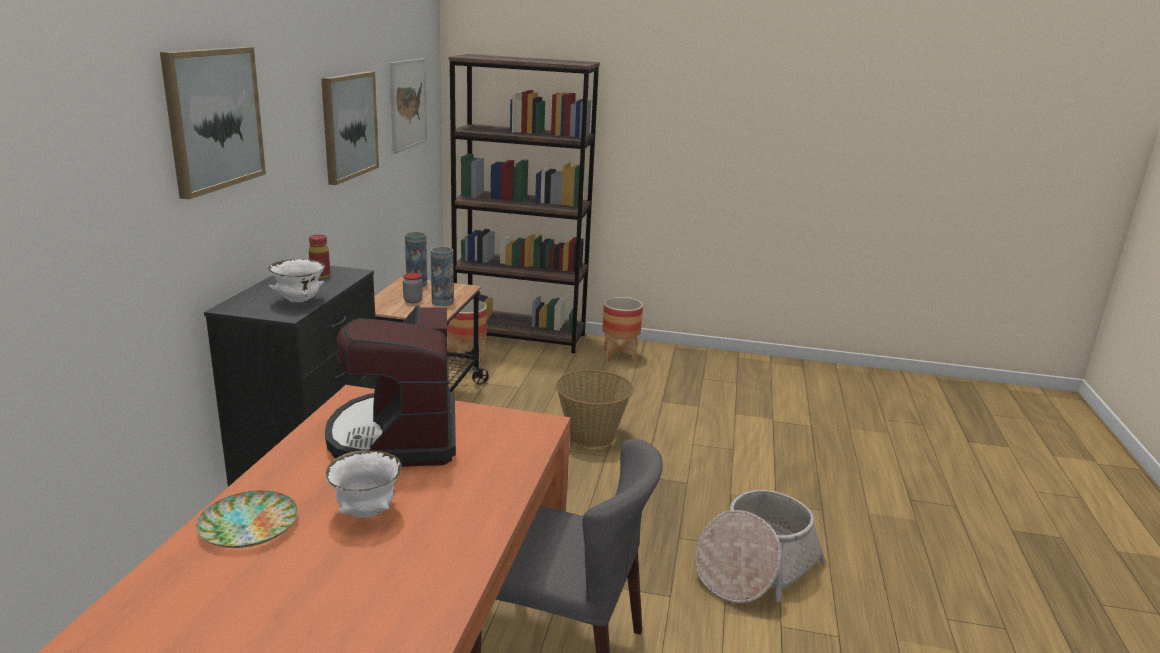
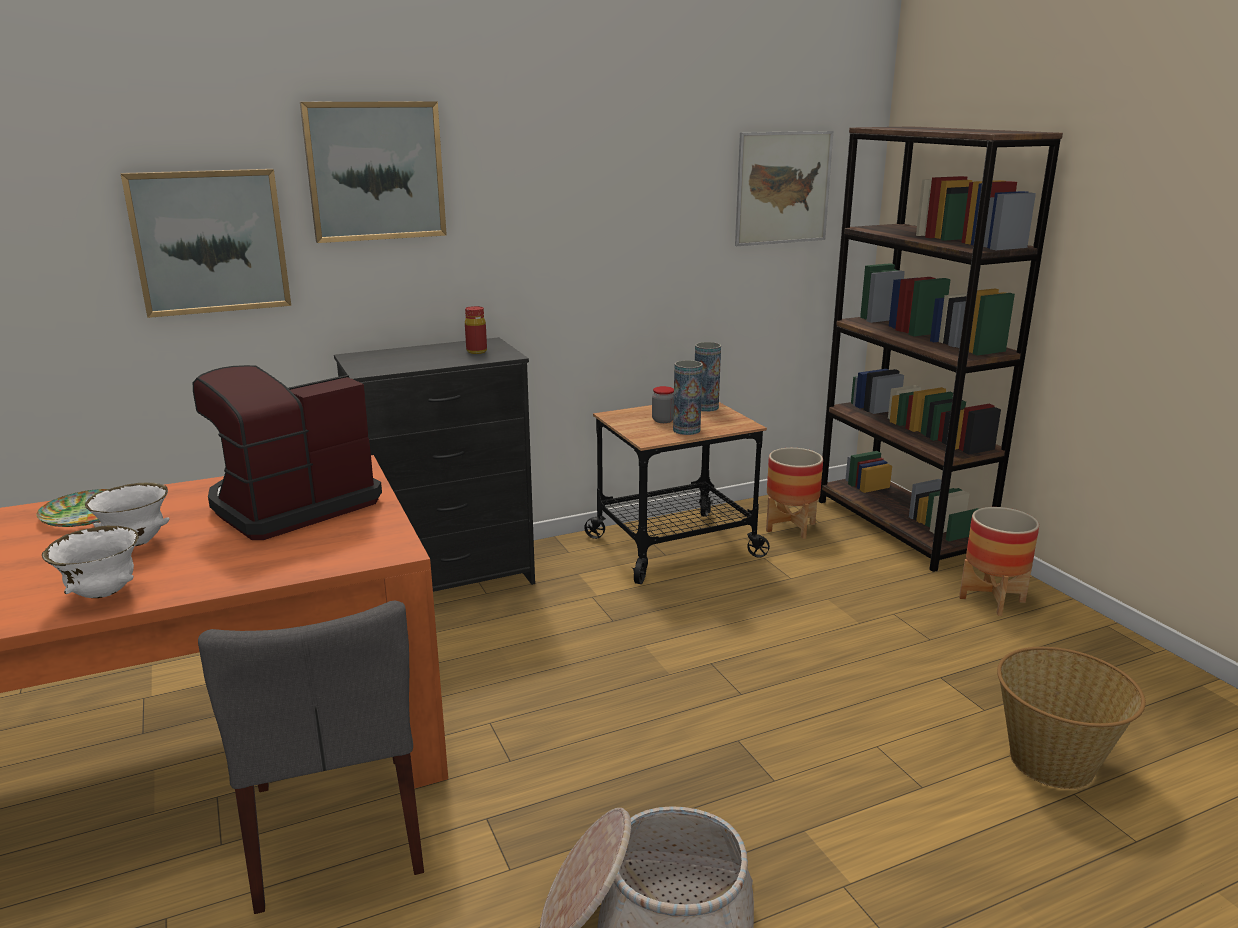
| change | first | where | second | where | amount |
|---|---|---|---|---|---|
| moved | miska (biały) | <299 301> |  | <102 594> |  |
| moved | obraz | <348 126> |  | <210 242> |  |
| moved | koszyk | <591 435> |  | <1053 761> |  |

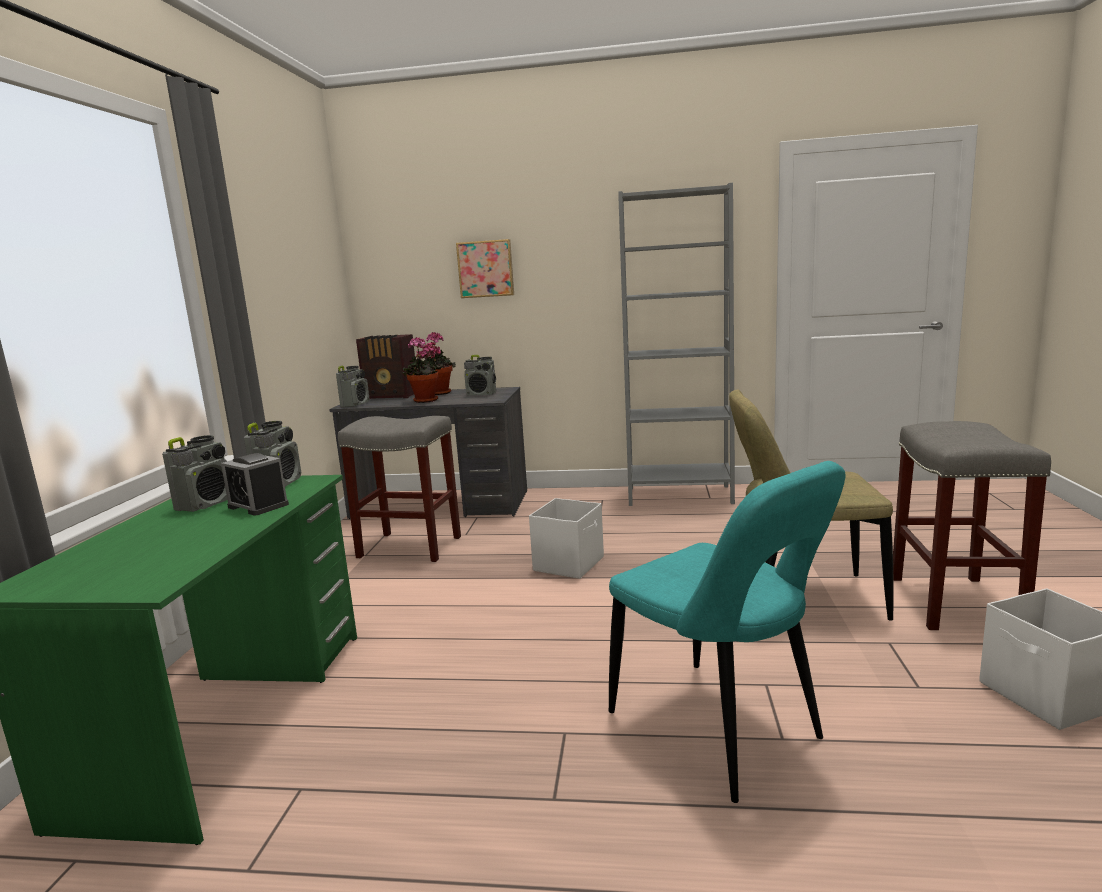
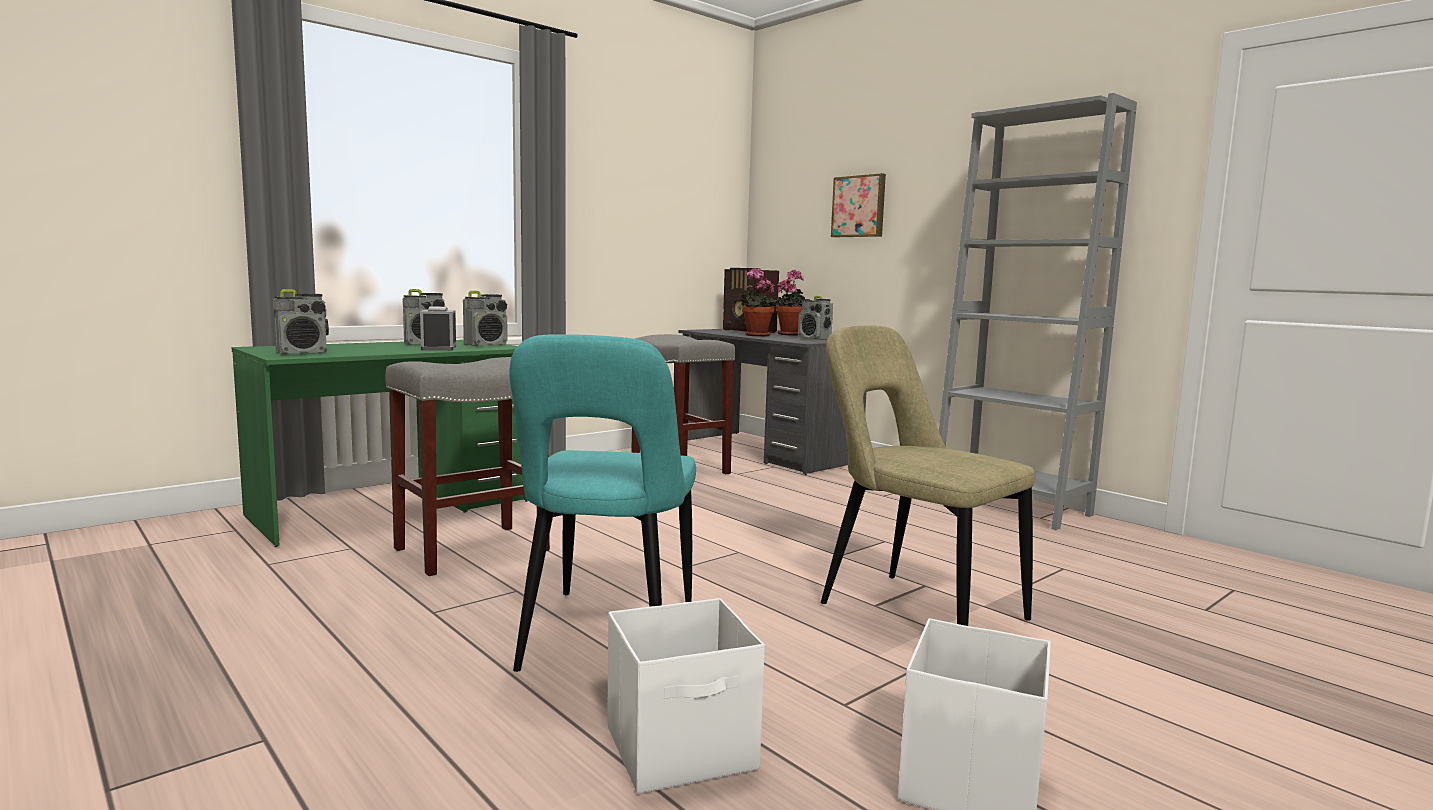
| change | first | where | second | where | amount |
|---|---|---|---|---|---|
| moved | radio | <355 404> |  | <303 353> |  |
| moved | stołek (szary) | <956 603> |  | <470 550> |  |
| moved | pojemnik do przechowywania (biały) | <569 564> |  | <683 749> |  |

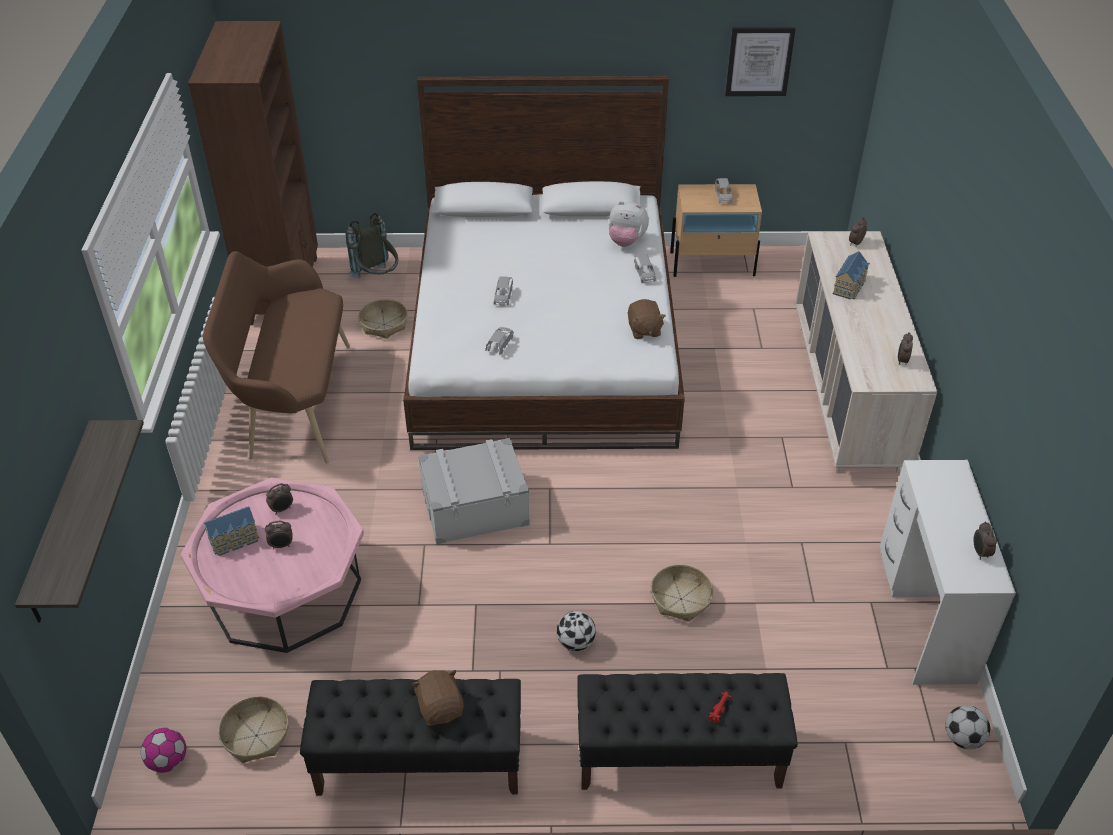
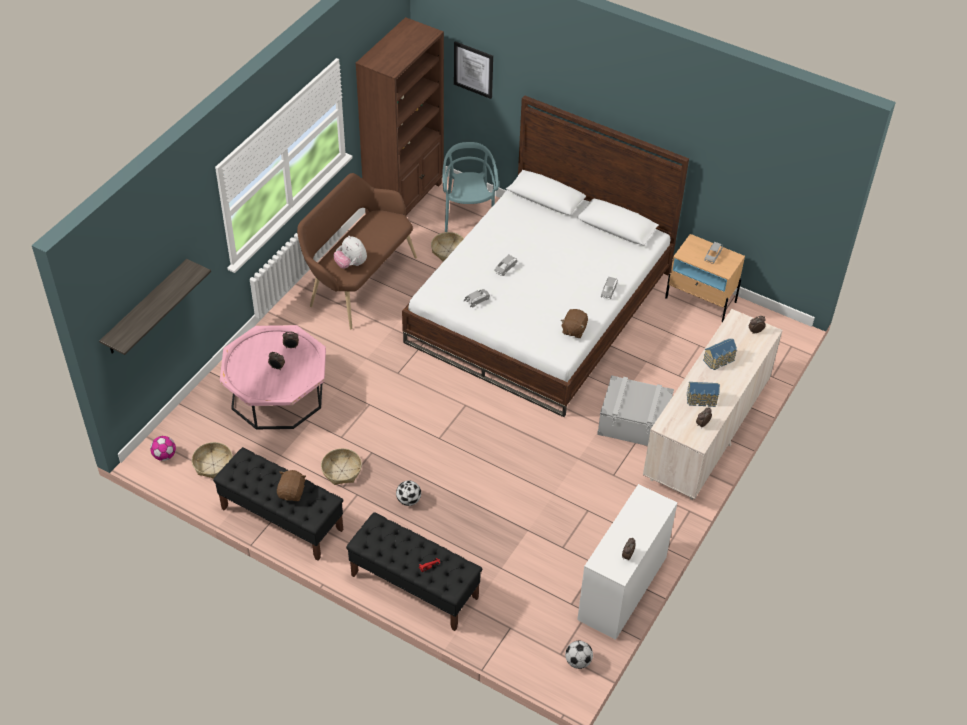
| change | first | where | second | where | amount |
|---|---|---|---|---|---|
| moved | koszyk | <680 599> |  | <341 471> |  |
| moved | pluszak | <626 241> |  | <351 264> |  |
| replaced | plecak (szary) | <378 278> | krzesło (turkusowy) | <468 215> |  |
| moved | obraz | <759 61> |  | <473 69> |  |
| moved | pojemnik do przechowywania (szary) | <475 507> |  | <634 422> |  |
| moved | domek | <235 540> |  | <702 400> |  |

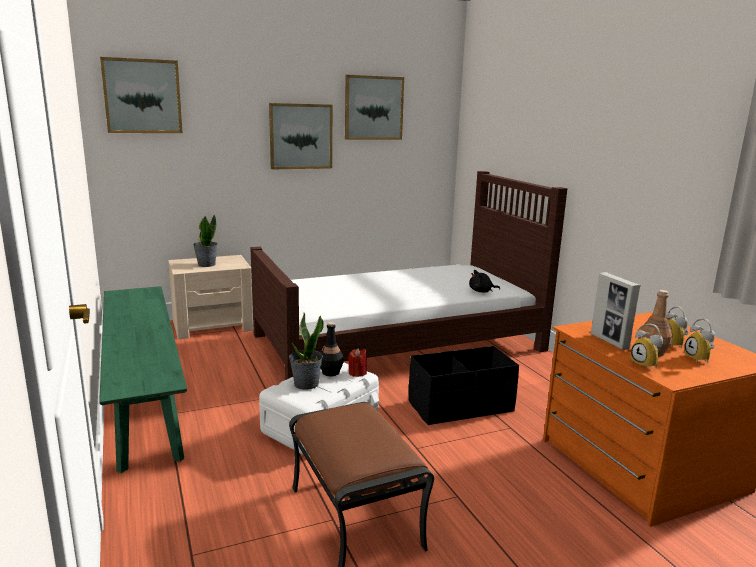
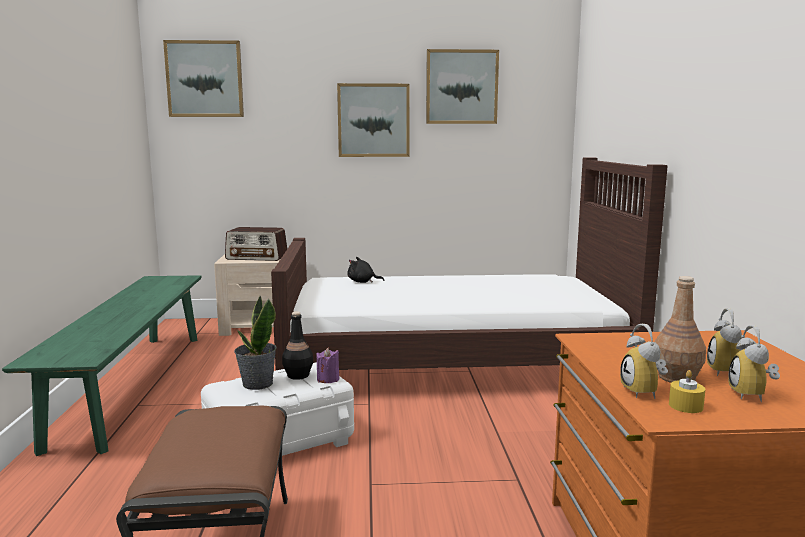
| change | first | where | second | where | amount |
|---|---|---|---|---|---|
| replaced | roślina doniczkowa | <206 264> | radio | <257 257> |  |
| recoloured | świeca (czerwony) | <357 373> | świeca (fioletowy) | <328 379> |  |
| moved | pluszak (czarny) | <482 291> |  | <362 282> |  |
| added |  |  | świeca (żółty) | <685 406> |  |
| removed | pojemnik do przechowywania (czarny) | <461 406> |  |  |  |
| removed | ramka na zdjęcie | <609 341> |  |  |  |

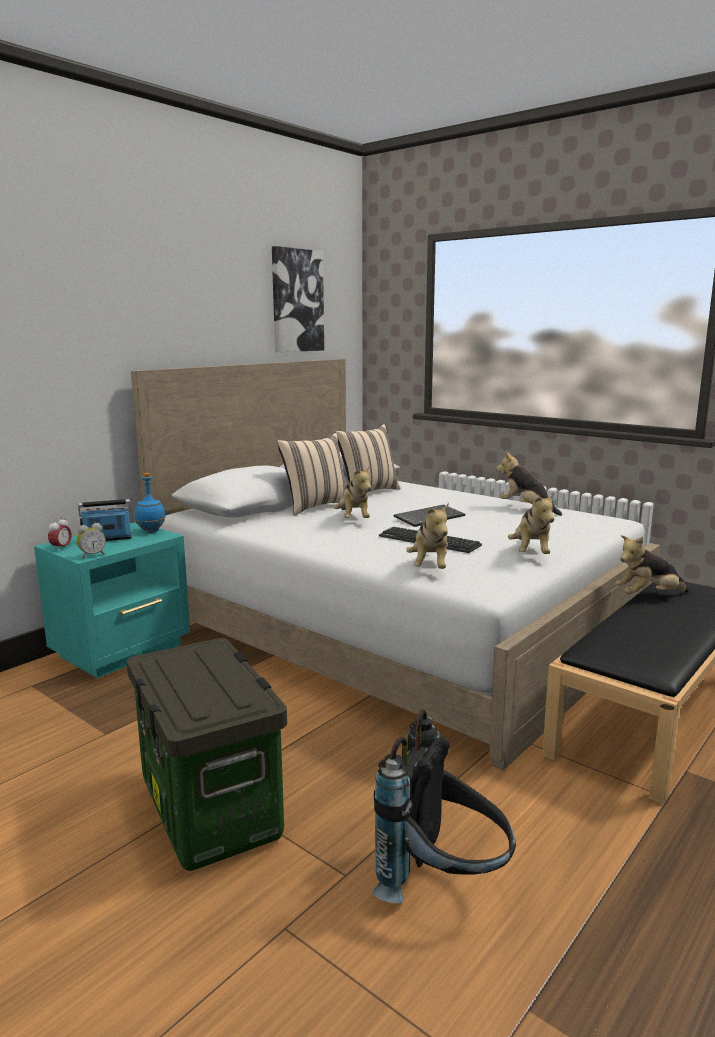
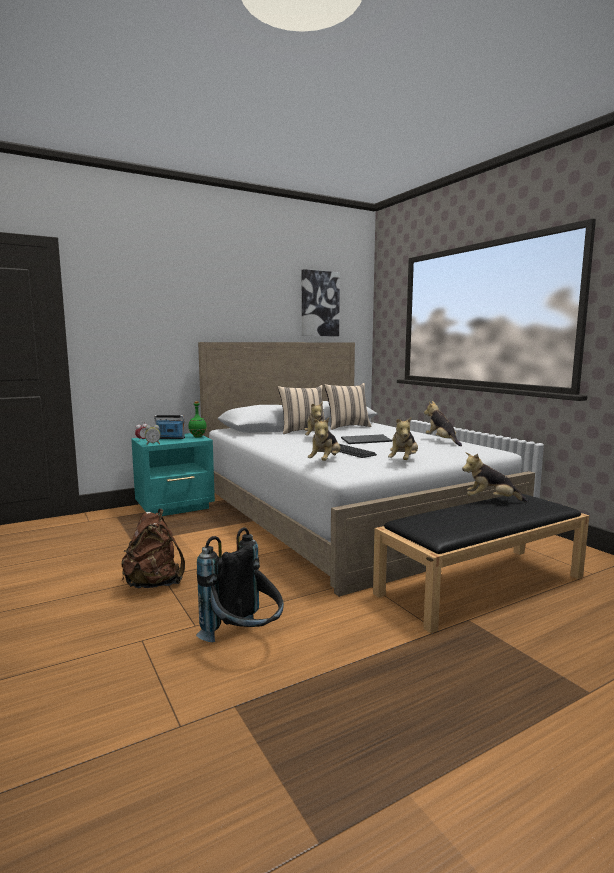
| change | first | where | second | where | amount |
|---|---|---|---|---|---|
| replaced | pojemnik do przechowywania | <212 810> | plecak (brązowy) | <154 584> |  |
| recoloured | butelka (niebieski) | <150 531> | butelka (zielony) | <197 437> |  |

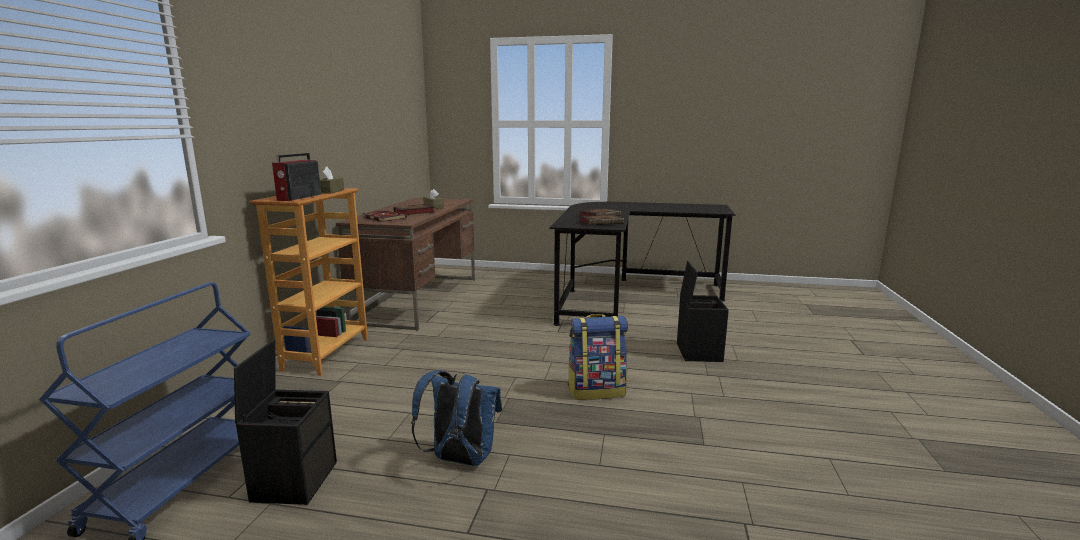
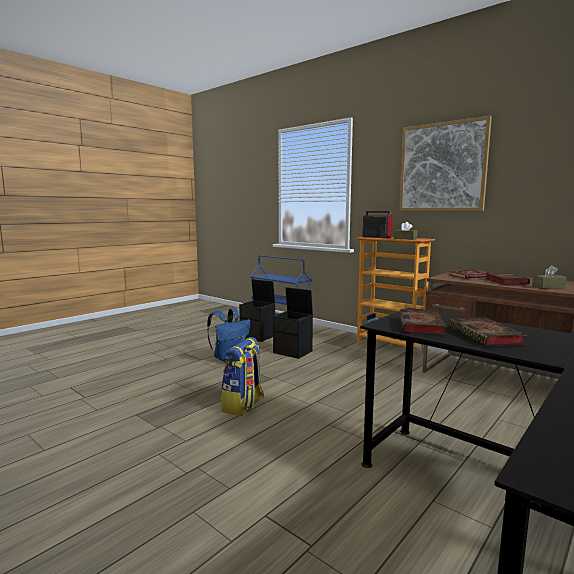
| change | first | where | second | where | amount |
|---|---|---|---|---|---|
| moved | pojemnik do przechowywania (czarny) | <698 352> |  | <293 352> |  |
| added |  |  | obraz | <442 167> |  |

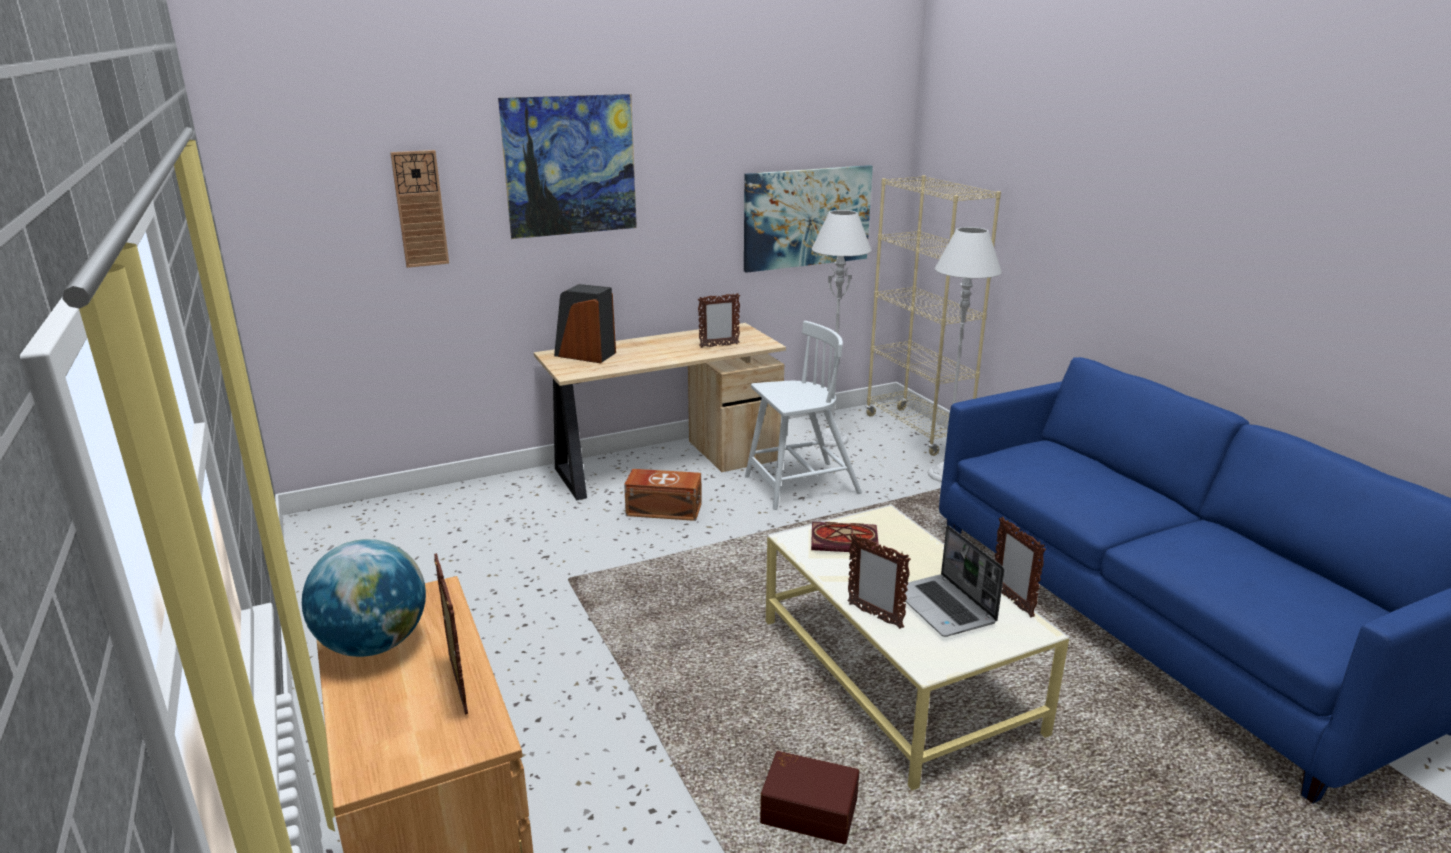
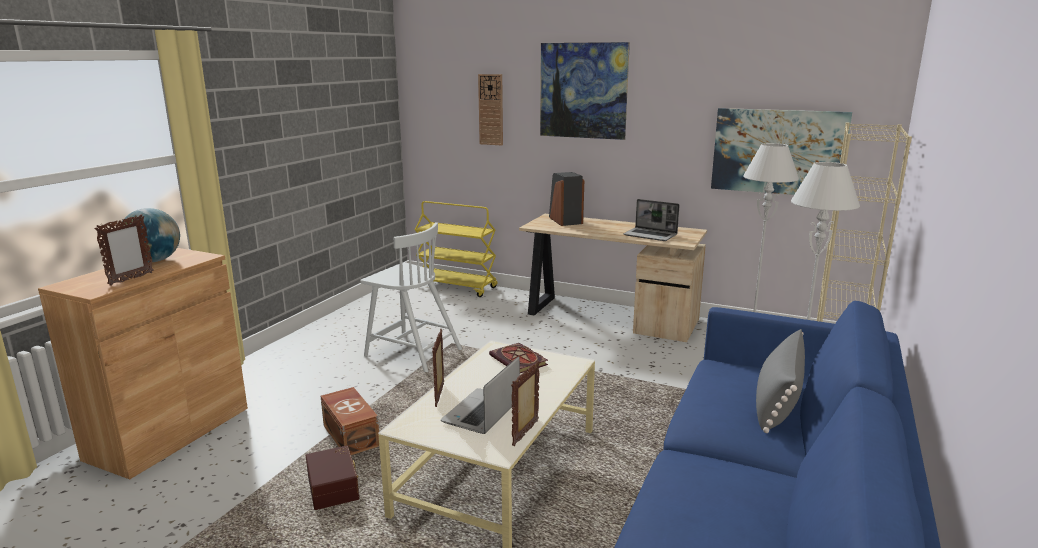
| change | first | where | second | where | amount |
|---|---|---|---|---|---|
| moved | pojemnik do przechowywania (brązowy) | <663 509> |  | <351 435> |  |
| moved | krzesło (biały) | <800 486> |  | <412 352> |  |
| added |  |  | wózek (żółty) | <457 287> |  |
| replaced | ramka na zdjęcie | <719 346> | laptop | <651 235> |  |
| added |  |  | poduszka (szary) | <777 402> |  |

